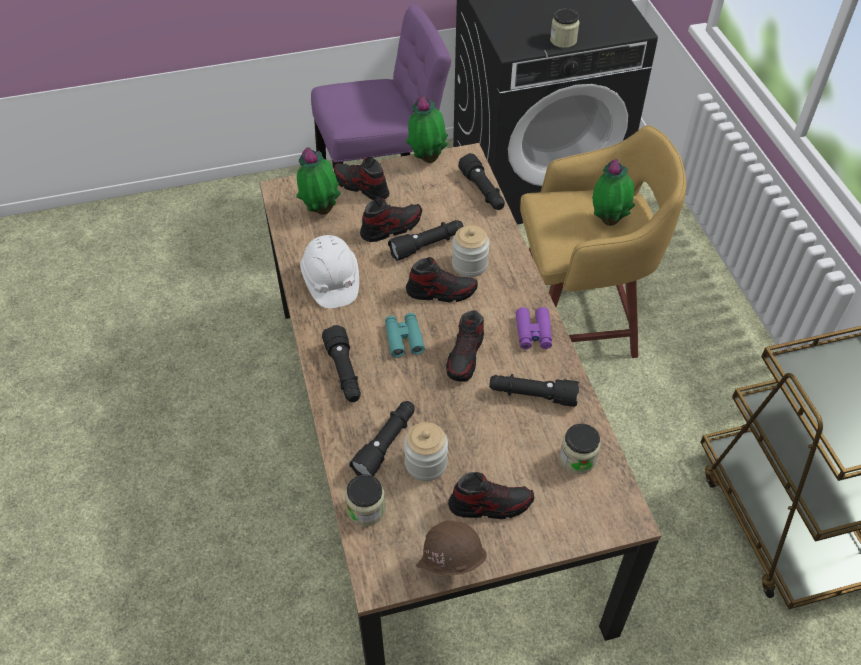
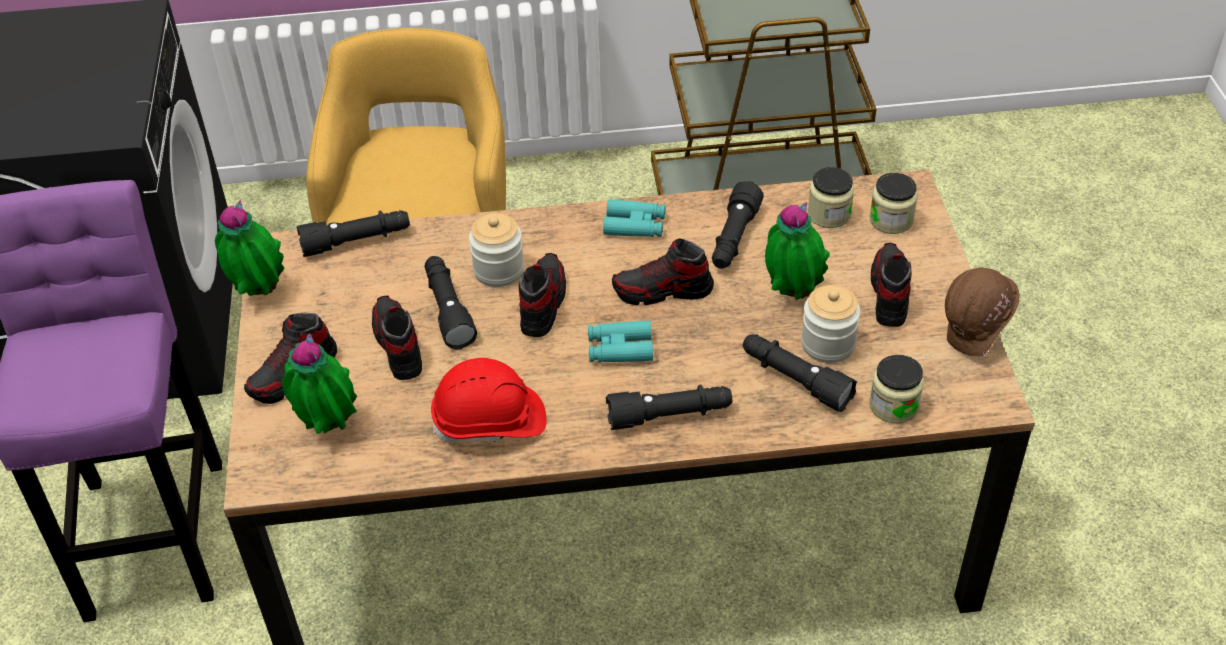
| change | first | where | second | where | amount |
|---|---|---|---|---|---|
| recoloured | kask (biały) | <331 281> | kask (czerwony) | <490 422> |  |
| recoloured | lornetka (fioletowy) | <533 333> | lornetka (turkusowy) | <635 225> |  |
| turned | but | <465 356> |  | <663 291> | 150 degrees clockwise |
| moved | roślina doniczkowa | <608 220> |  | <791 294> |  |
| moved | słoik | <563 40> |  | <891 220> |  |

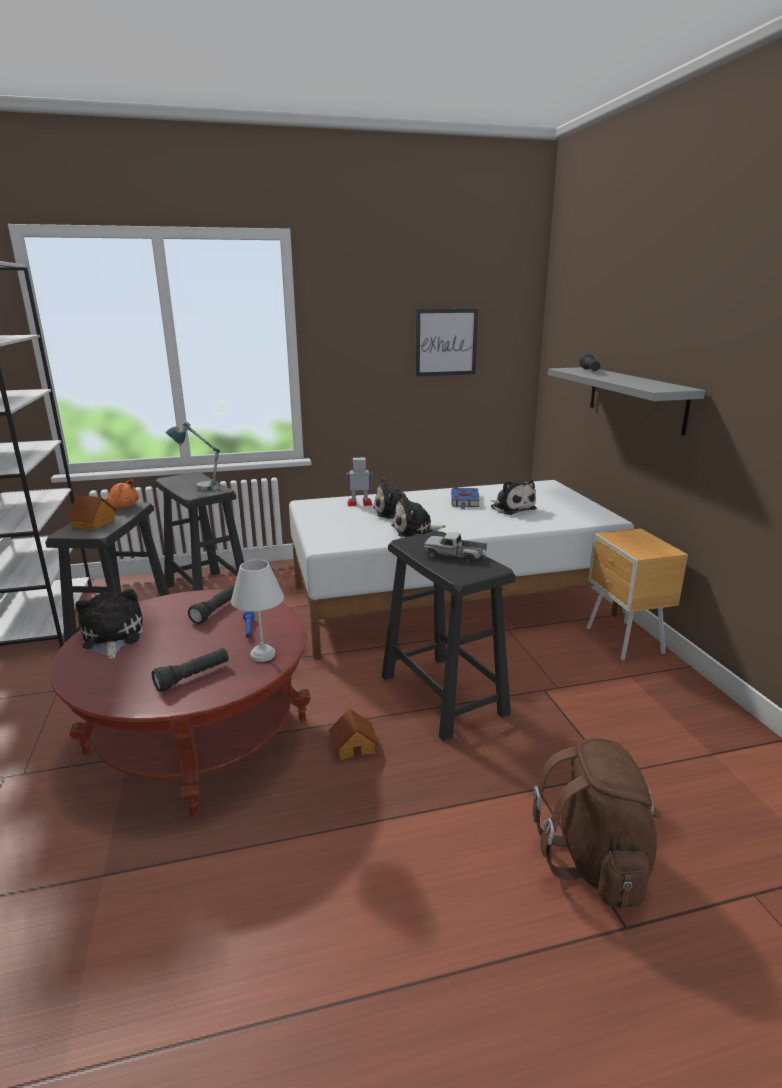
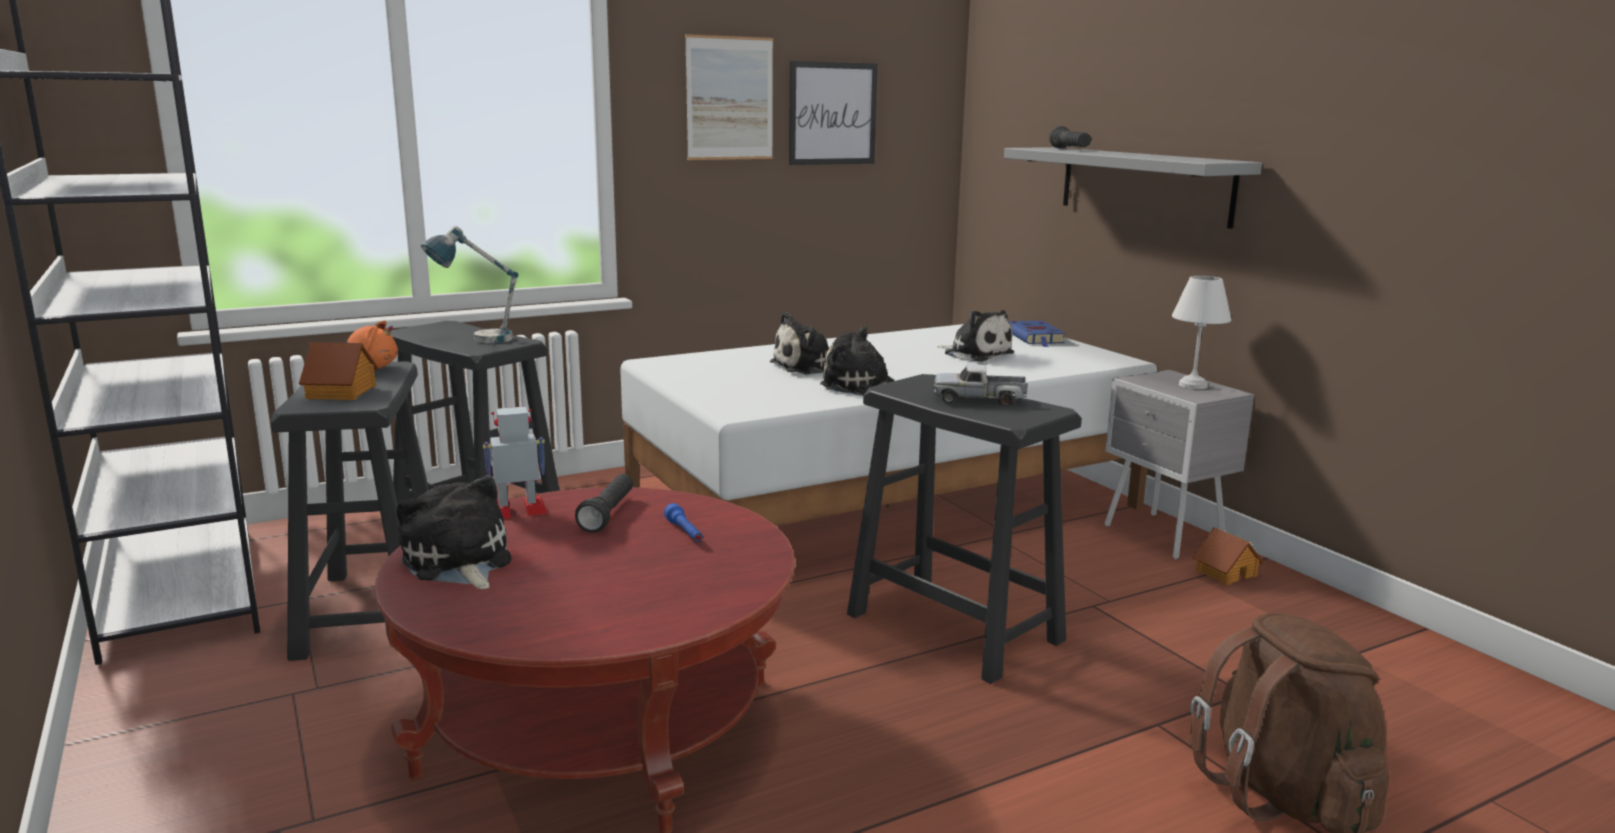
| change | first | where | second | where | amount |
|---|---|---|---|---|---|
| moved | robot zabawkowy | <360 503> |  | <518 510> |  |
| added |  |  | obraz | <730 98> |  |
| turned | pluszak | <416 531> |  | <861 387> | 60 degrees clockwise |
| moved | książka (niebieski) | <465 501> |  | <1035 338> |  |
| recoloured | szafka nocna (brązowy) | <624 642> | szafka nocna (szary) | <1164 537> |  |
| moved | lampa stołowa (biały) | <262 654> |  | <1191 385> |  |
| moved | domek | <354 746> |  | <1225 572> |  |
| removed | latarka (czarny) | <193 677> |  |  |  |

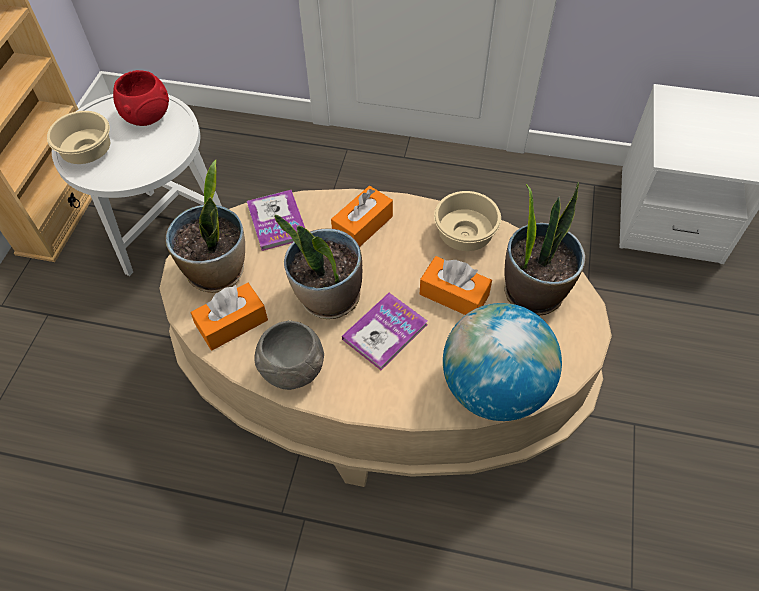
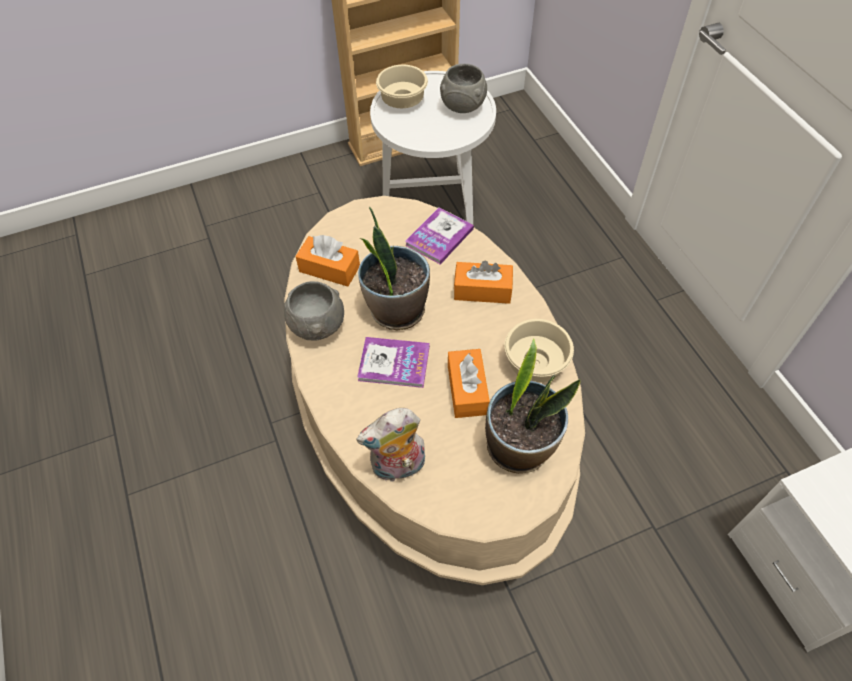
| change | first | where | second | where | amount |
|---|---|---|---|---|---|
| replaced | globus | <494 388> | pluszak | <398 467> |  |
| recoloured | miska (czerwony) | <147 117> | miska (szary) | <463 106> |  |
| removed | roślina doniczkowa | <218 272> |  |  |  |

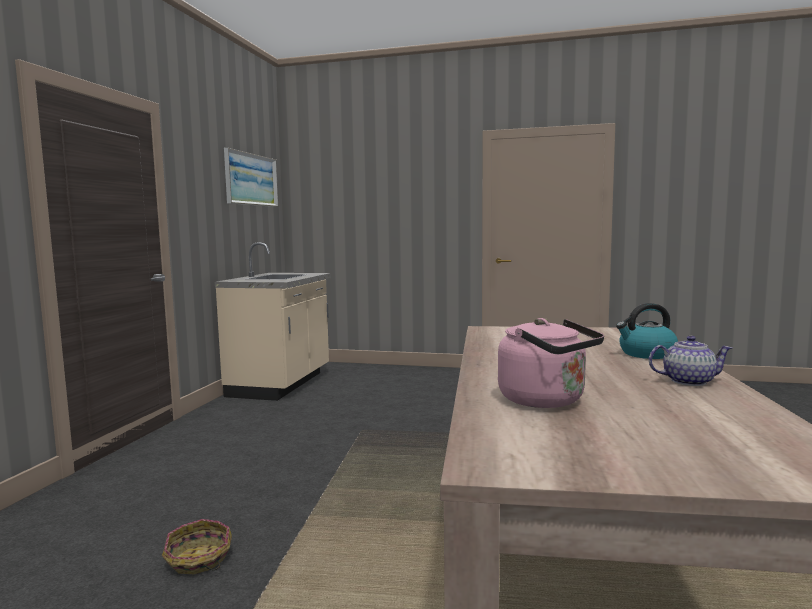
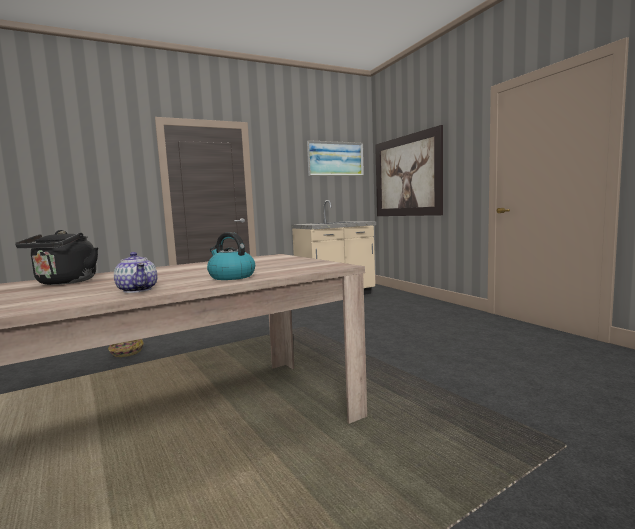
| change | first | where | second | where | amount |
|---|---|---|---|---|---|
| recoloured | czajnik (różowy) | <546 401> | czajnik (czarny) | <65 282> |  |
| added |  |  | obraz | <406 176> |  |

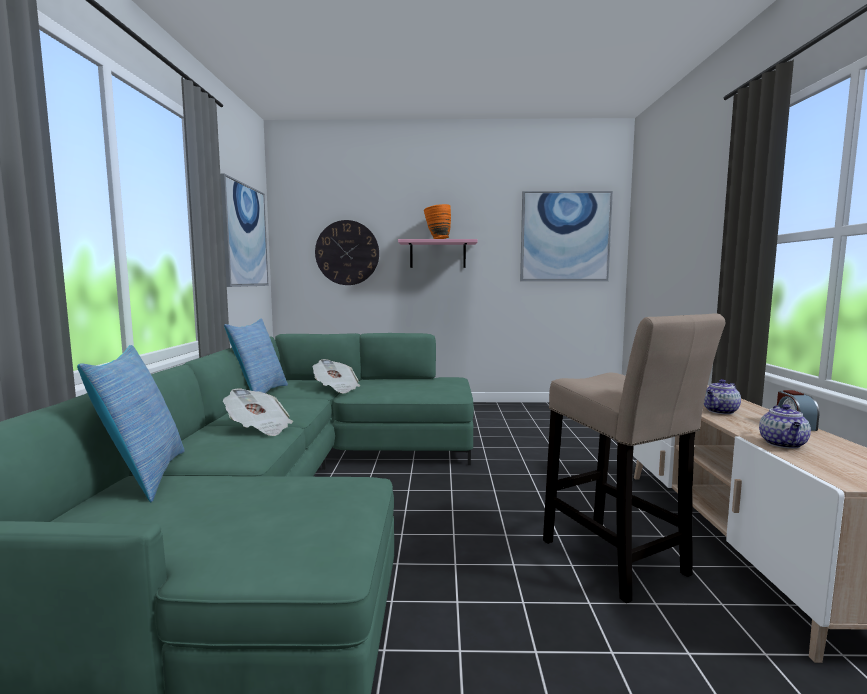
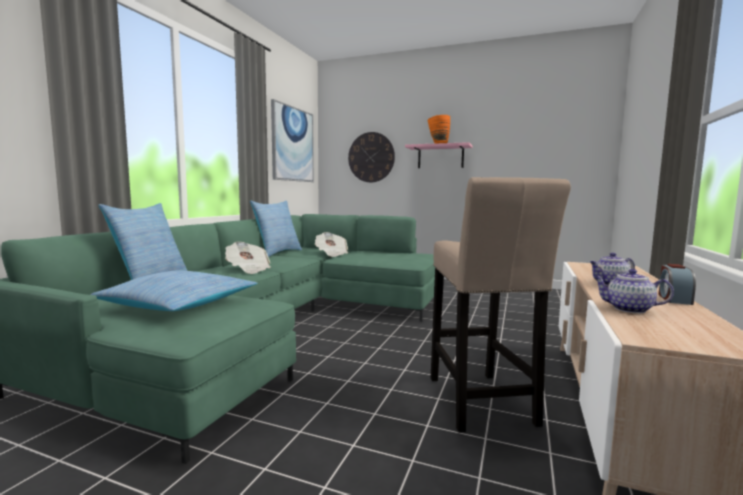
| change | first | where | second | where | amount |
|---|---|---|---|---|---|
| added |  |  | poduszka | <180 304> |  |
| turned | imbryk | <783 444> |  | <628 309> | 75 degrees clockwise |
| removed | obraz | <565 236> |  |  |  |

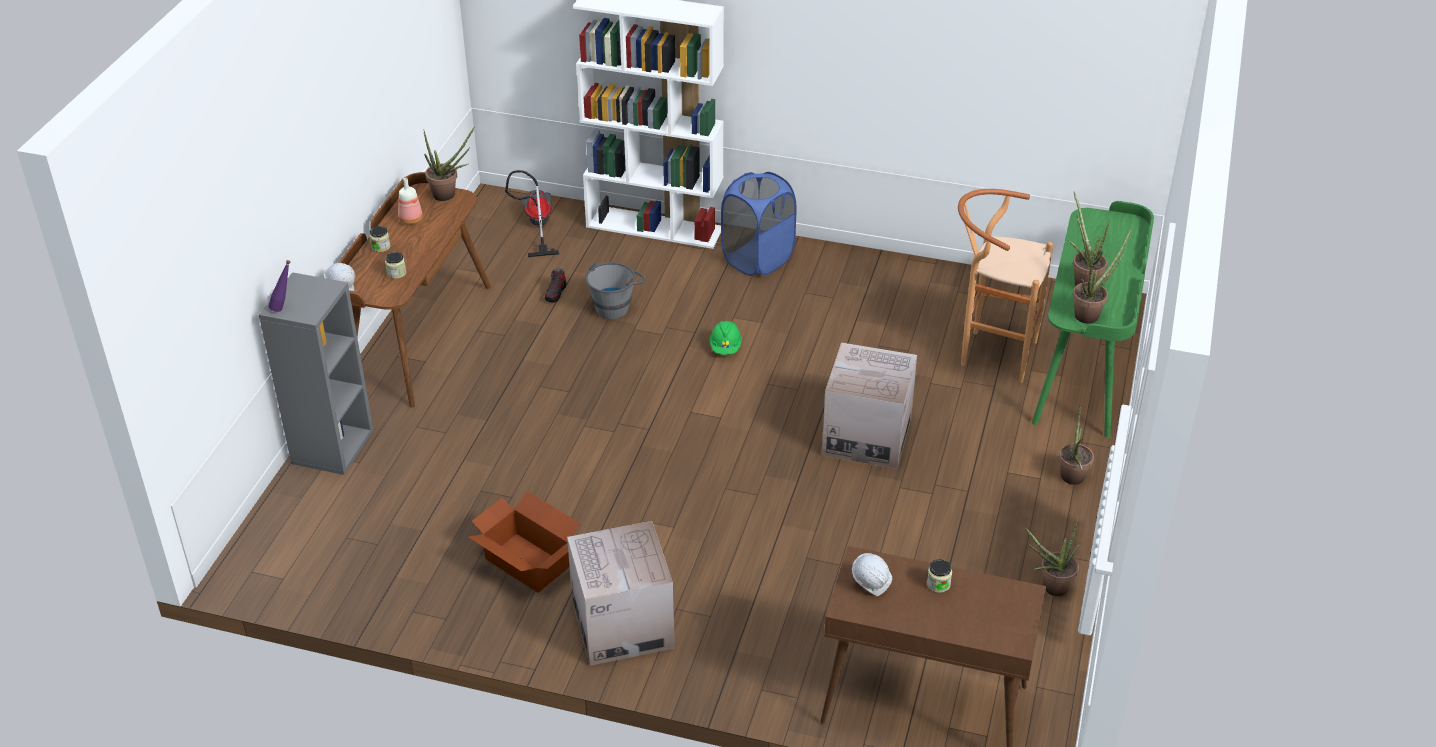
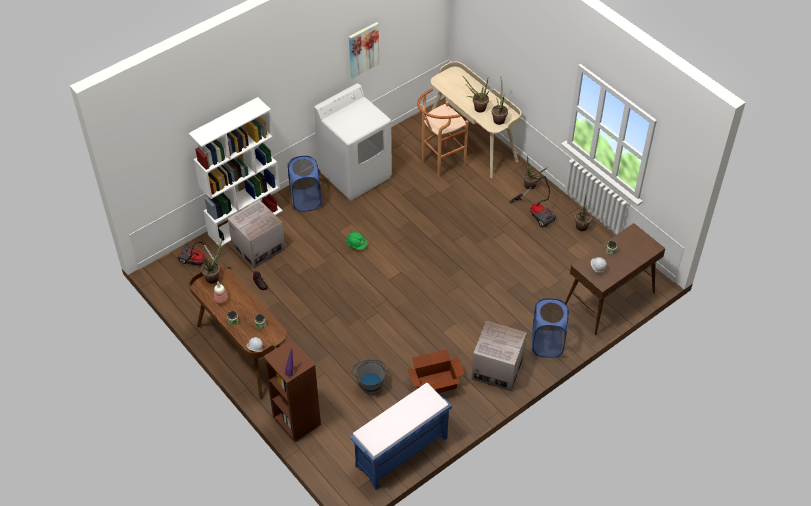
| change | first | where | second | where | amount |
|---|---|---|---|---|---|
| moved | karton | <866 437> |  | <258 248> |  |
| recoloured | regał (szary) | <332 446> | regał (brązowy) | <296 420> |  |
| added |  |  | pralka (biały) | <355 174> |  |
| added |  |  | obraz | <363 49> |  |
| added |  |  | ławka (niebieski) | <401 453> |  |
| moved | wiadro (szary) | <616 305> |  | <369 383> |  |
| recoloured | biurko (zielony) | <1085 366> | biurko (beżowy) | <472 141> |  |
| added |  |  | odkurzacz | <537 213> |  |
| added |  |  | kosz na pranie (niebieski) | <547 344> |  |

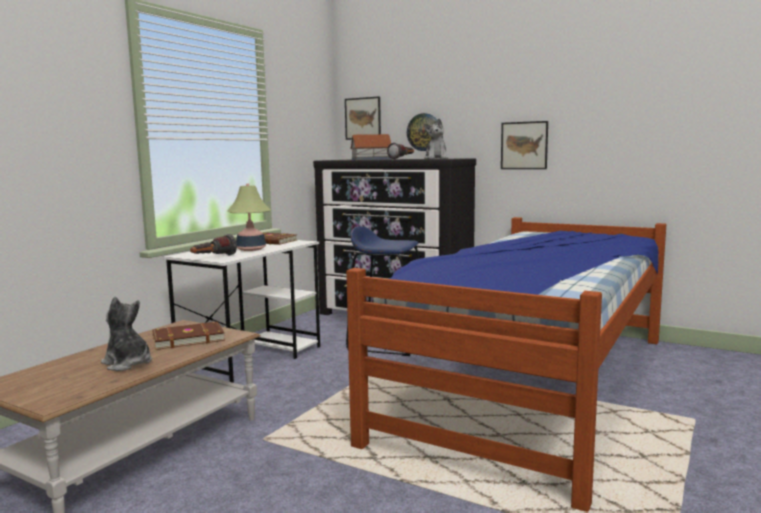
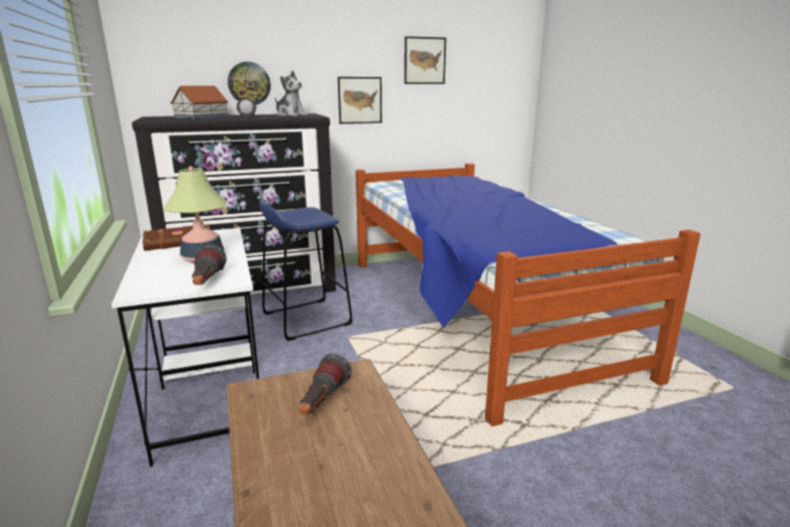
| change | first | where | second | where | amount |
|---|---|---|---|---|---|
| replaced | książka (brązowy) | <187 338> | latarka | <322 403> |  |
| moved | obraz | <363 118> |  | <424 60> |  |
| removed | pluszak | <128 364> |  |  |  |

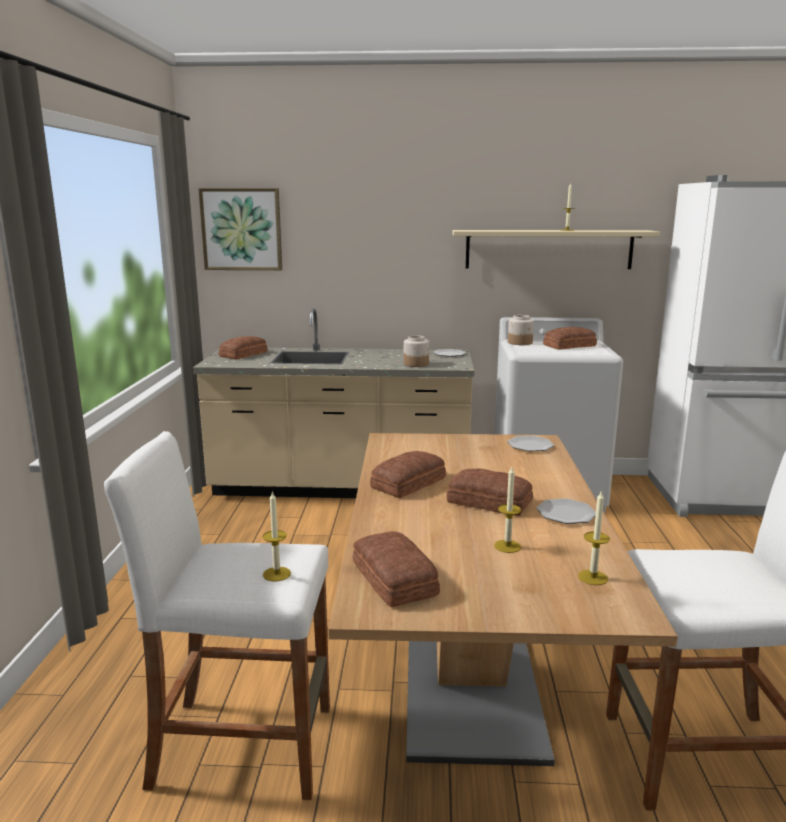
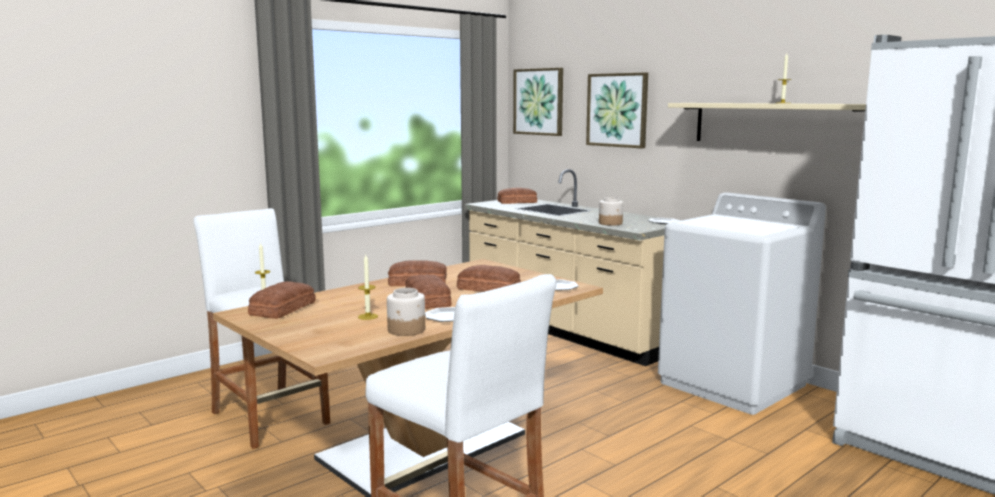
| change | first | where | second | where | amount |
|---|---|---|---|---|---|
| moved | słoik | <520 342> |  | <406 330> |  |
| moved | chleb | <570 346> |  | <489 289> |  |
| added |  |  | obraz | <617 110> |  |
| removed | świeca | <593 577> |  |  |  |

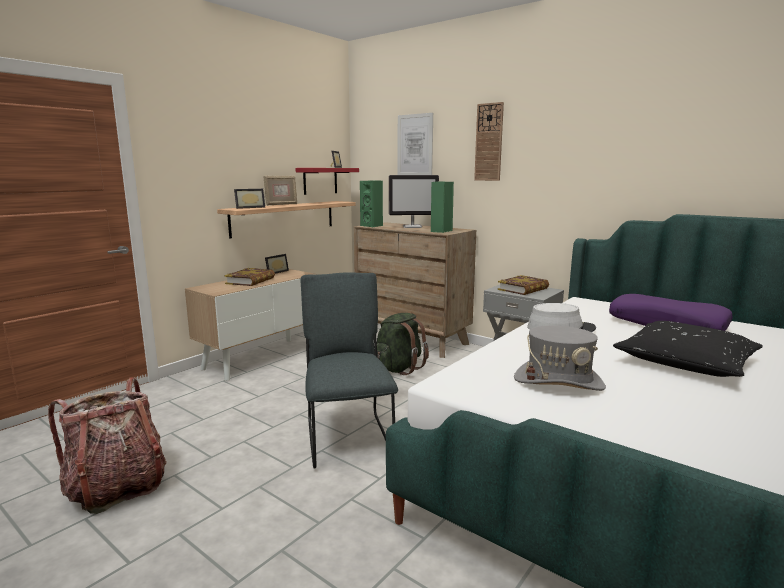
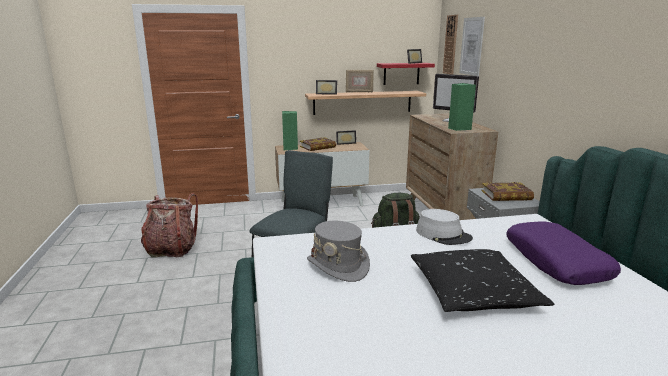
| change | first | where | second | where | amount |
|---|---|---|---|---|---|
| moved | głośnik (zielony) | <372 226> |  | <290 148> |  |
| moved | zegar ścienny | <489 142> |  | <450 45> |  |

